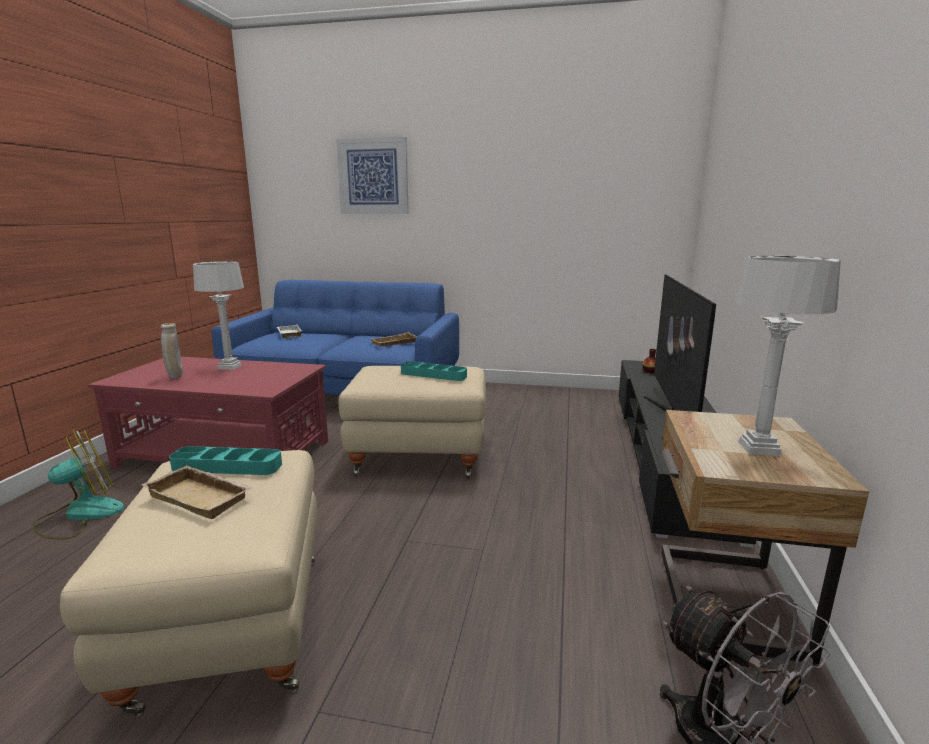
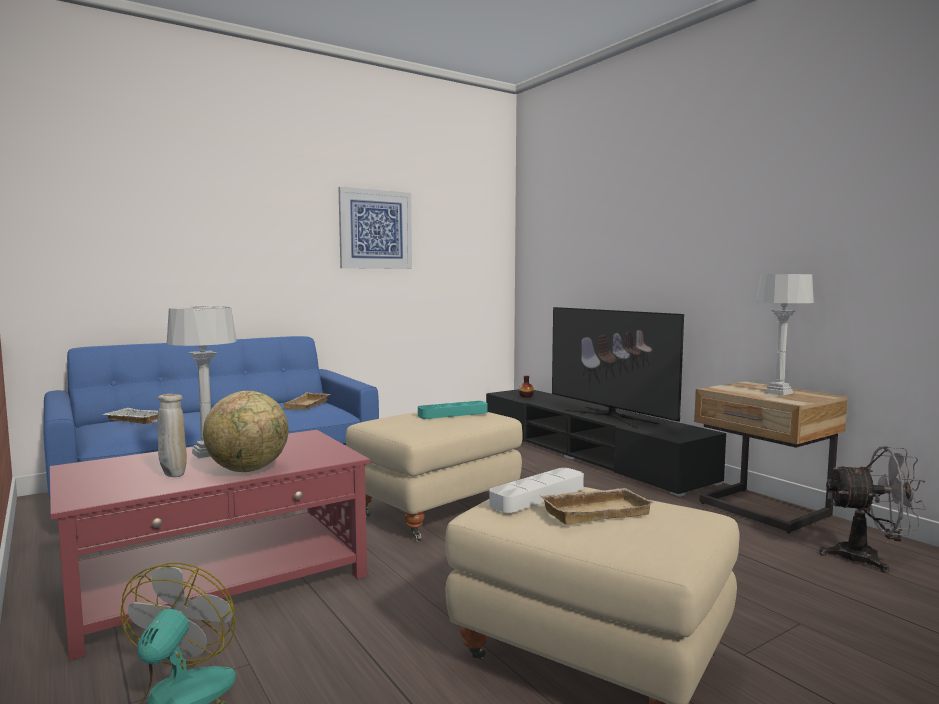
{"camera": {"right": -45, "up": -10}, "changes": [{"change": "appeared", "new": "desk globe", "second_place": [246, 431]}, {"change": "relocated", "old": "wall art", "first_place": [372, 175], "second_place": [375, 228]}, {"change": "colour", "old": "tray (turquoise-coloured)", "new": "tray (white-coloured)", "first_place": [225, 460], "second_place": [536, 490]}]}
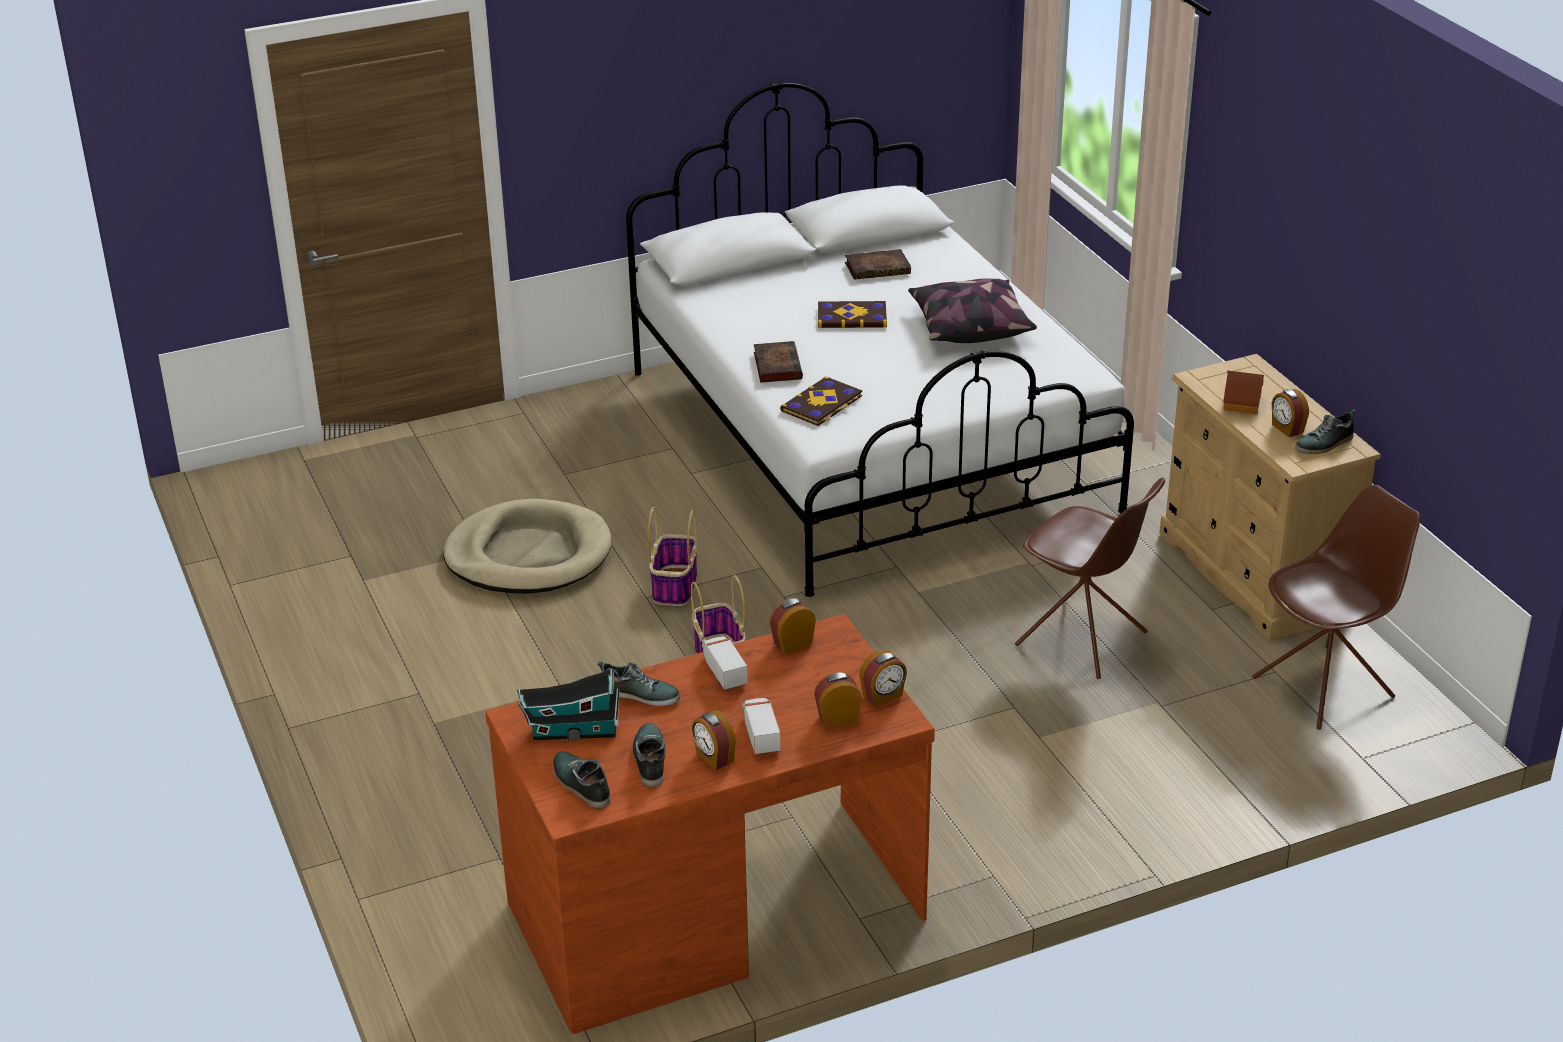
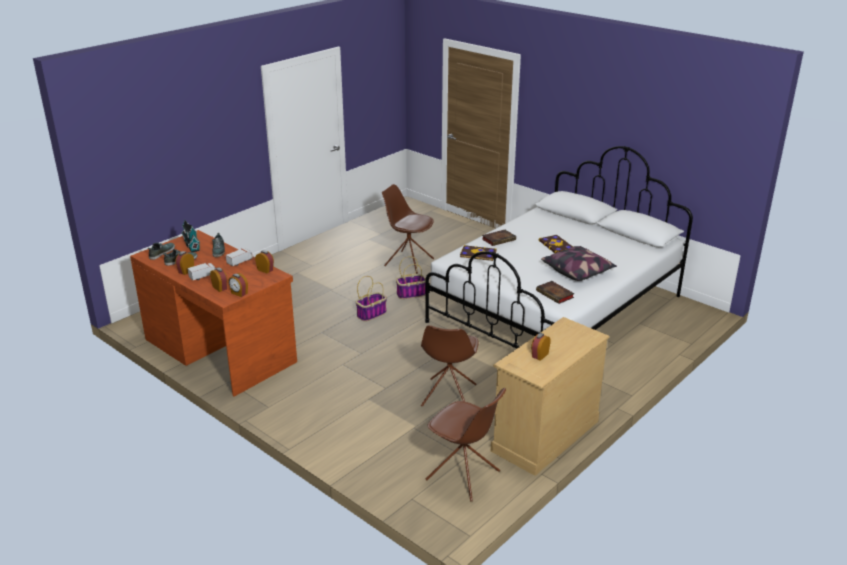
{"camera": {"right": 65, "up": -5}, "changes": [{"change": "missing", "old": "toy house", "first_place": [1243, 392]}, {"change": "missing", "old": "item of footwear", "first_place": [1325, 431]}, {"change": "relocated", "old": "bound book", "first_place": [878, 264], "second_place": [555, 292]}, {"change": "exchanged", "old": "pet bed (beige-coloured)", "new": "chair (brown-coloured)", "first_place": [527, 546], "second_place": [408, 229]}]}
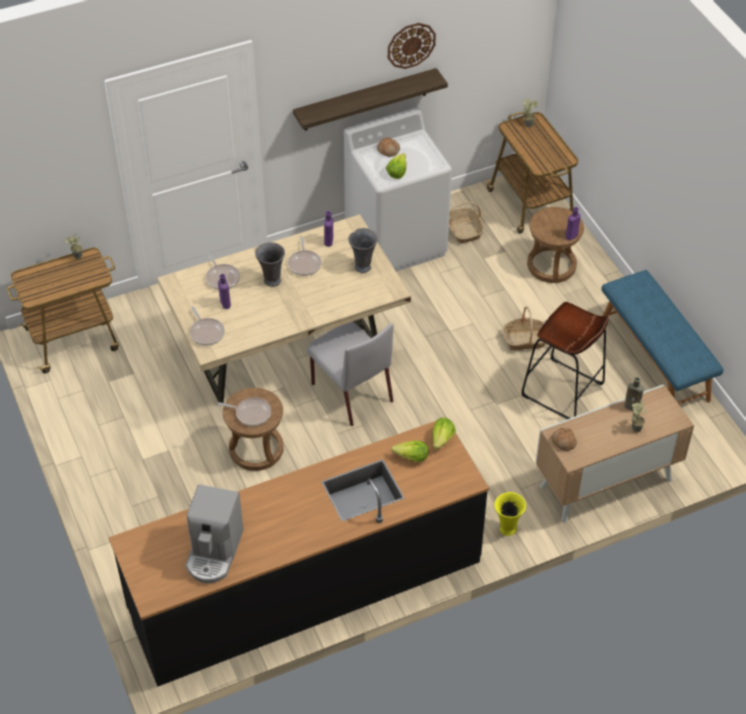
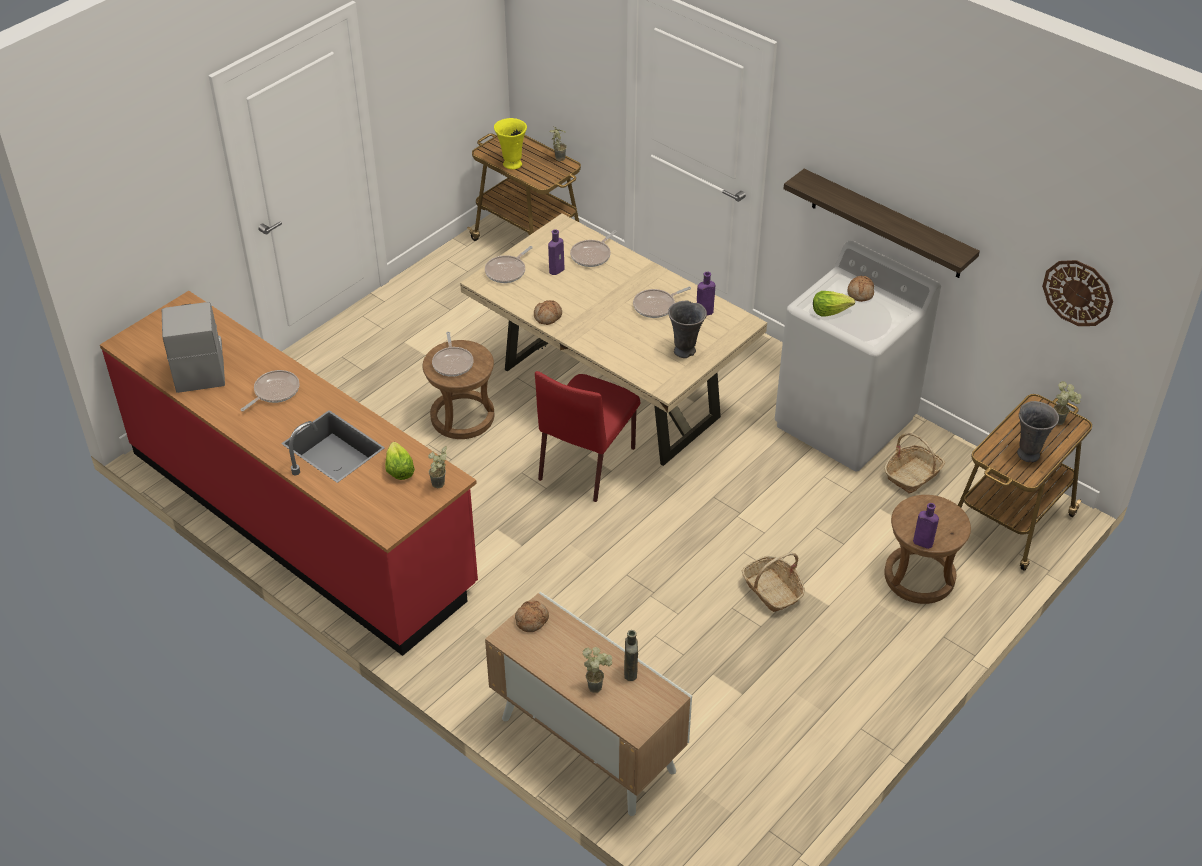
{"camera": {"right": 65, "up": -5}, "changes": [{"change": "missing", "old": "sitting stool (brown-coloured)", "first_place": [565, 360]}, {"change": "missing", "old": "bench (blue)", "first_place": [663, 337]}, {"change": "appeared", "new": "skillet", "second_place": [269, 390]}, {"change": "appeared", "new": "baked bread", "second_place": [548, 312]}, {"change": "relocated", "old": "decorative vase (grey)", "first_place": [270, 264], "second_place": [1038, 431]}, {"change": "relocated", "old": "clock on the wall", "first_place": [412, 46], "second_place": [1077, 293]}, {"change": "relocated", "old": "decorative vase (yellow)", "first_place": [510, 514], "second_place": [510, 144]}, {"change": "exchanged", "old": "lettuce", "new": "houseplant", "first_place": [444, 434], "second_place": [437, 467]}, {"change": "colour", "old": "counter (blackish)", "new": "counter (reddish)", "first_place": [299, 552], "second_place": [289, 473]}, {"change": "colour", "old": "chair (grey)", "new": "chair (reddish)", "first_place": [350, 374], "second_place": [587, 436]}, {"change": "spun", "old": "coffee brewer", "first_place": [214, 533], "second_place": [193, 347], "degrees": 90}]}
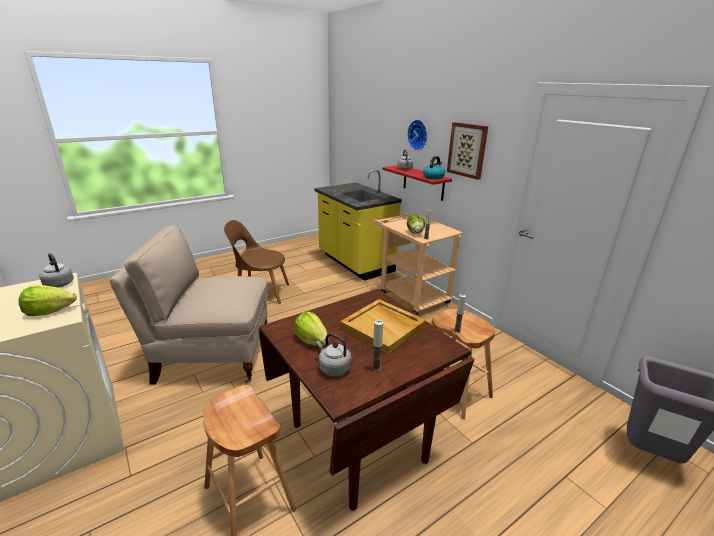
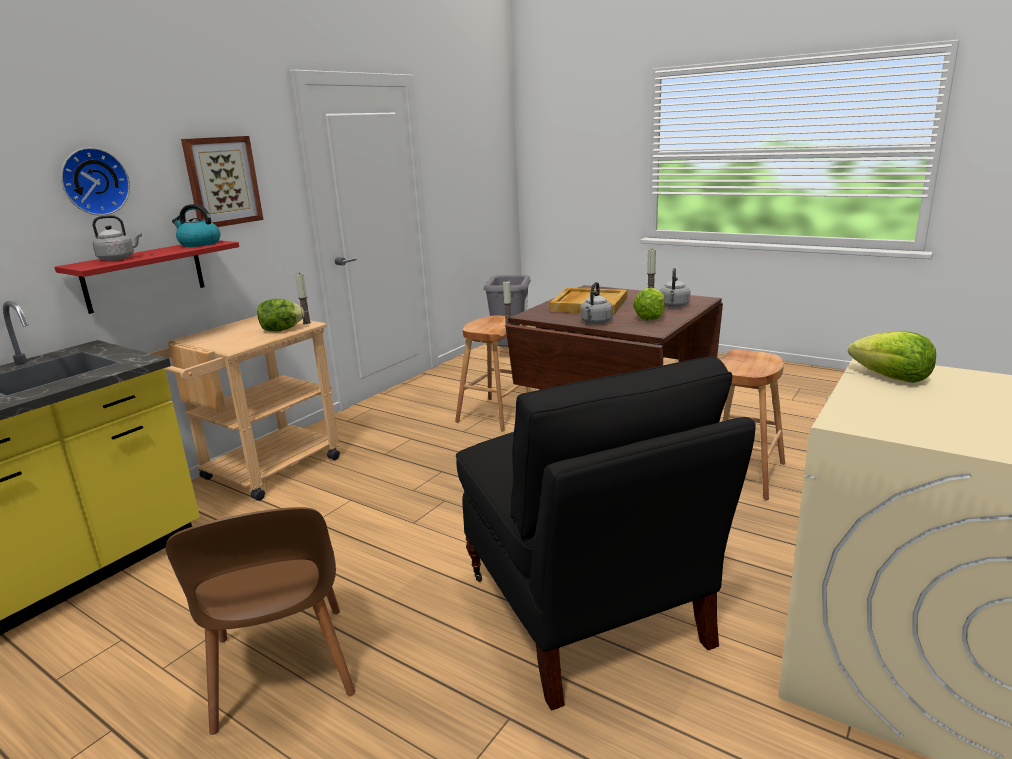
{"camera": {"right": -110, "up": -5}, "changes": [{"change": "relocated", "old": "water kettle (grey)", "first_place": [56, 270], "second_place": [596, 303]}, {"change": "colour", "old": "chair (beige-coloured)", "new": "chair (blackish)", "first_place": [189, 304], "second_place": [606, 533]}]}
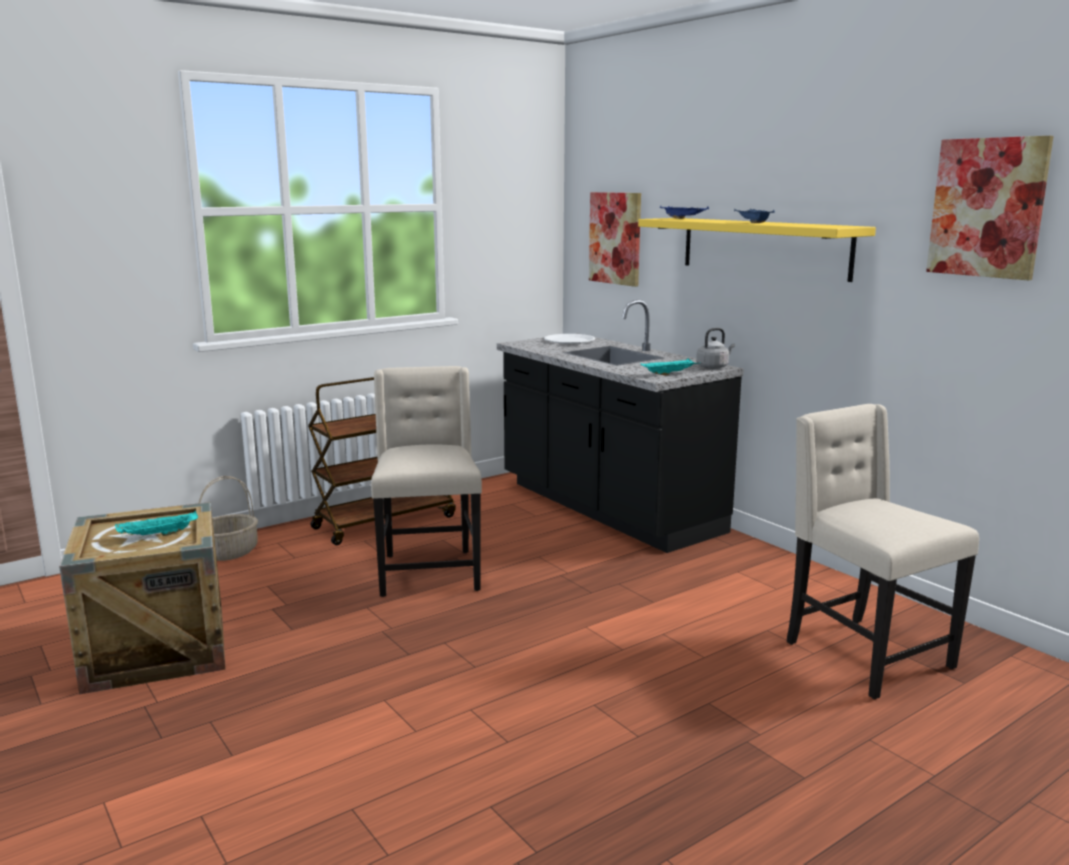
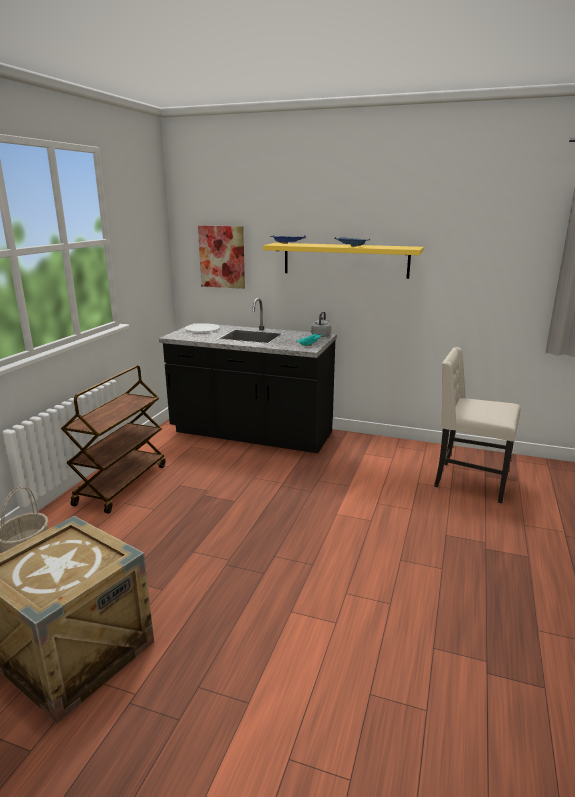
{"camera": {"right": -35, "up": 5}, "changes": [{"change": "missing", "old": "tray (turquoise-coloured)", "first_place": [156, 523]}, {"change": "missing", "old": "chair (beige-coloured)", "first_place": [426, 481]}, {"change": "missing", "old": "wall art", "first_place": [990, 208]}]}
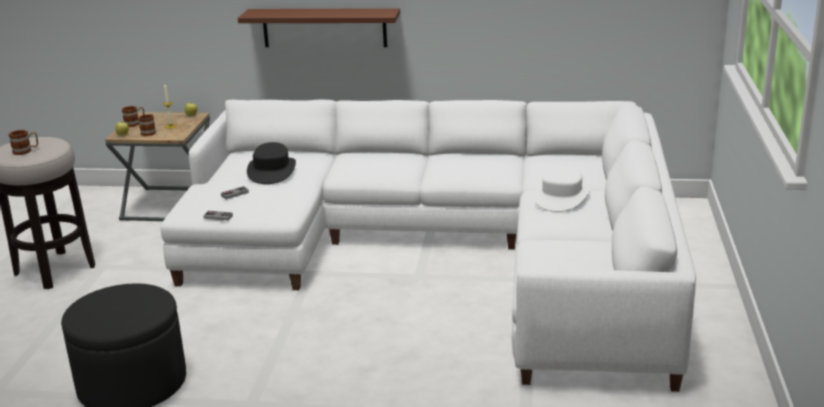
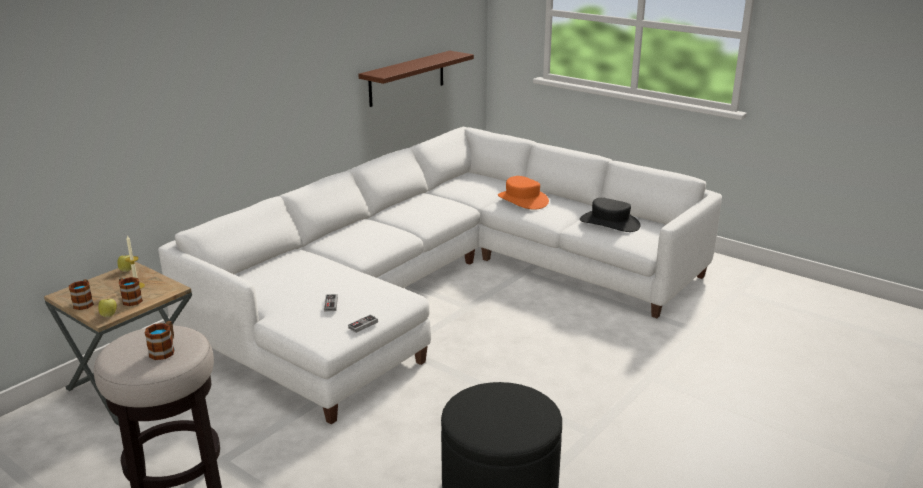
{"camera": {"right": -60, "up": 0}, "changes": [{"change": "relocated", "old": "bracket shelf (brown-coloured)", "first_place": [319, 27], "second_place": [416, 79]}, {"change": "relocated", "old": "hat (blackish)", "first_place": [271, 163], "second_place": [610, 215]}, {"change": "colour", "old": "hat (white-coloured)", "new": "hat (orange)", "first_place": [562, 189], "second_place": [523, 193]}]}
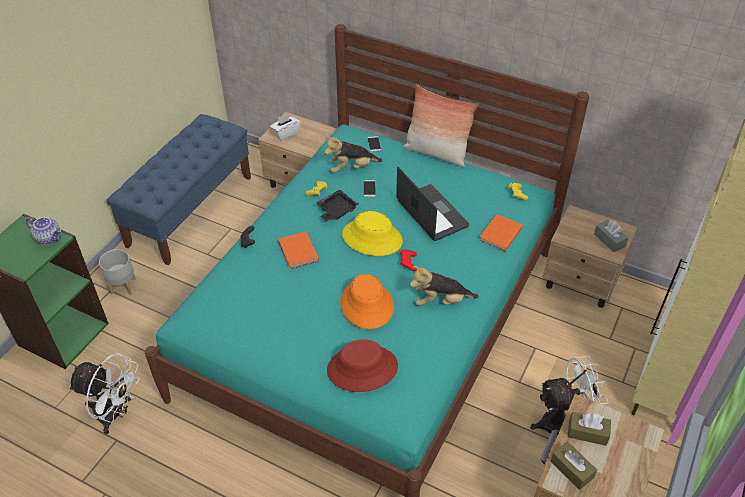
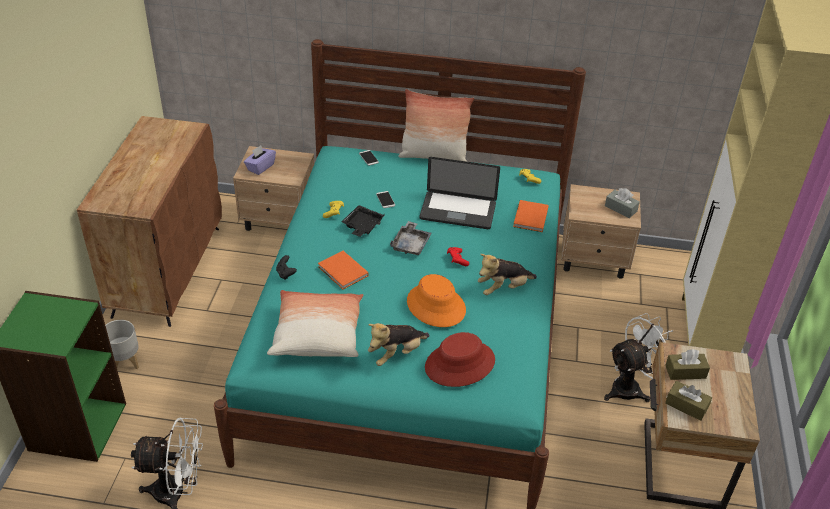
{"camera": {"right": -20, "up": -5}, "changes": [{"change": "missing", "old": "tea pot", "first_place": [43, 230]}, {"change": "appeared", "new": "throw pillow", "second_place": [315, 323]}, {"change": "relocated", "old": "plush toy", "first_place": [353, 154], "second_place": [398, 344]}, {"change": "exchanged", "old": "bench (blue)", "new": "storage cabinet (brown-coloured)", "first_place": [178, 189], "second_place": [149, 221]}, {"change": "exchanged", "old": "hat (yellow)", "new": "tray (grey)", "first_place": [372, 233], "second_place": [411, 238]}, {"change": "colour", "old": "box of tissues (white-coloured)", "new": "box of tissues (purple)", "first_place": [285, 127], "second_place": [260, 160]}, {"change": "spun", "old": "portable computer", "first_place": [432, 204], "second_place": [460, 193], "degrees": 150}]}
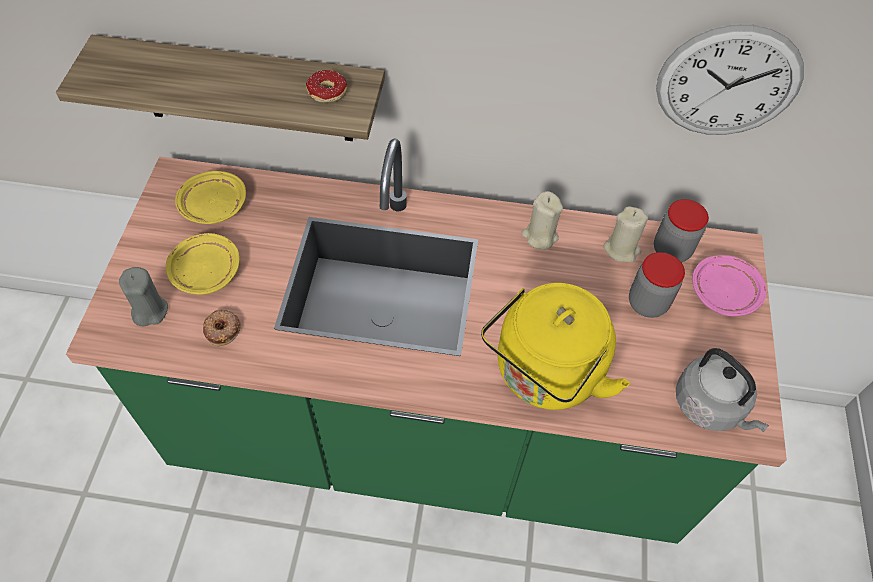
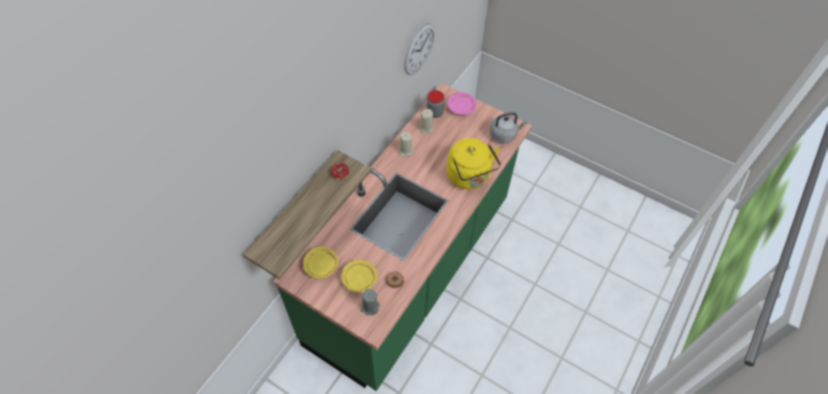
{"camera": {"right": -65, "up": 0}, "changes": [{"change": "missing", "old": "preserve jar", "first_place": [657, 285]}]}
